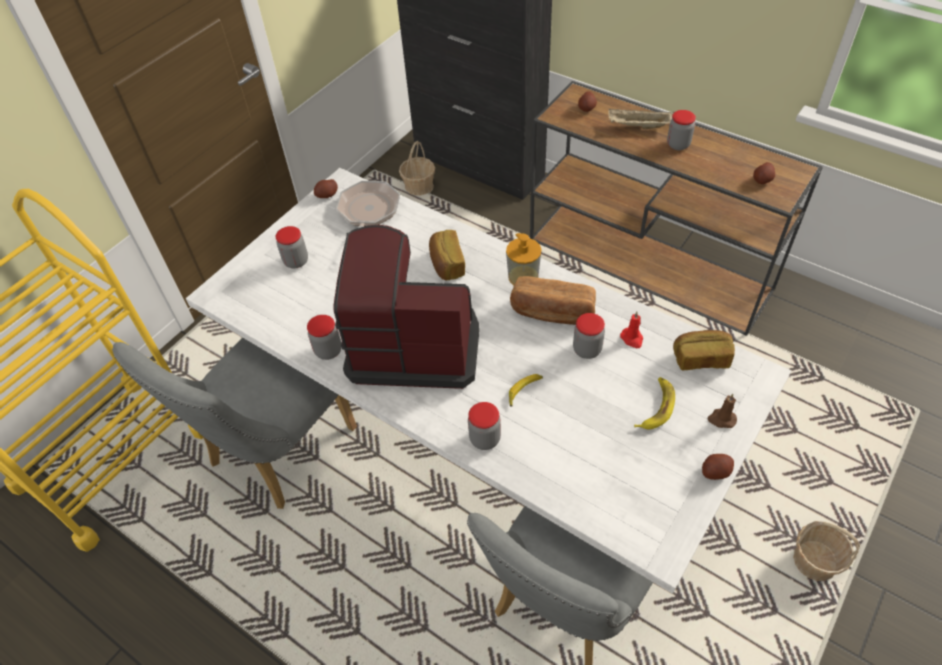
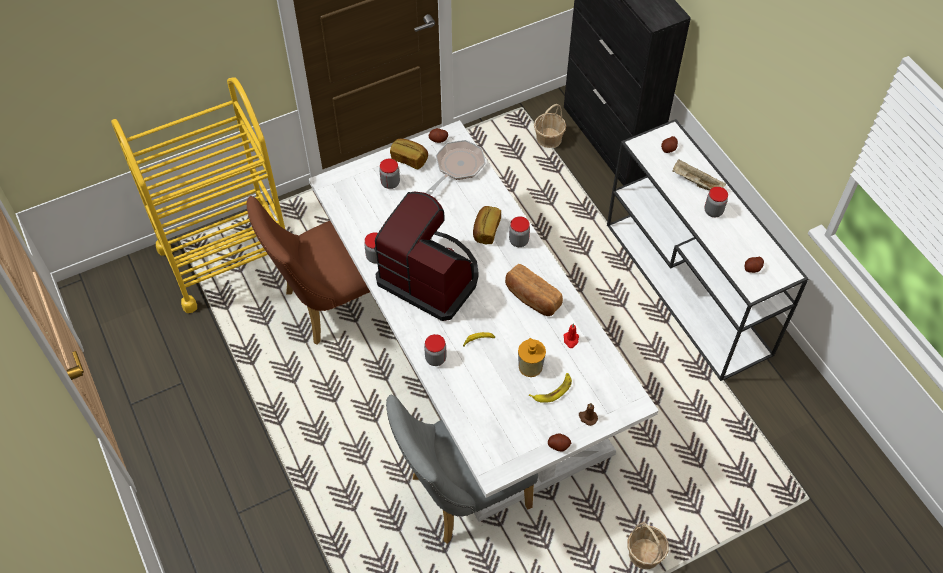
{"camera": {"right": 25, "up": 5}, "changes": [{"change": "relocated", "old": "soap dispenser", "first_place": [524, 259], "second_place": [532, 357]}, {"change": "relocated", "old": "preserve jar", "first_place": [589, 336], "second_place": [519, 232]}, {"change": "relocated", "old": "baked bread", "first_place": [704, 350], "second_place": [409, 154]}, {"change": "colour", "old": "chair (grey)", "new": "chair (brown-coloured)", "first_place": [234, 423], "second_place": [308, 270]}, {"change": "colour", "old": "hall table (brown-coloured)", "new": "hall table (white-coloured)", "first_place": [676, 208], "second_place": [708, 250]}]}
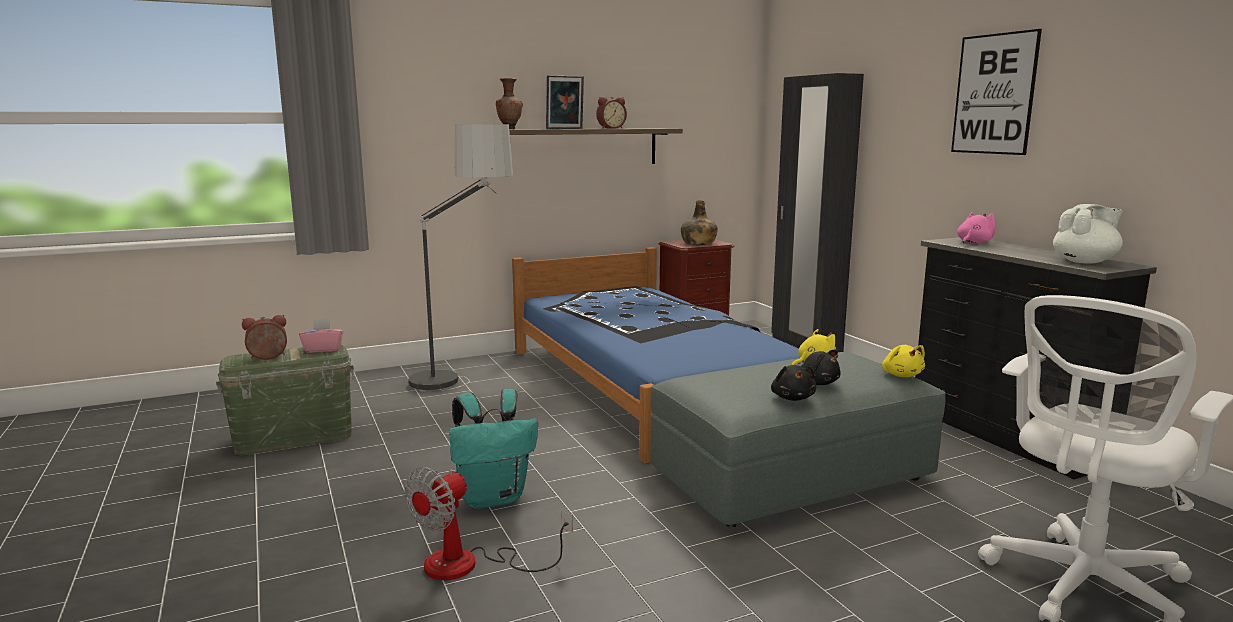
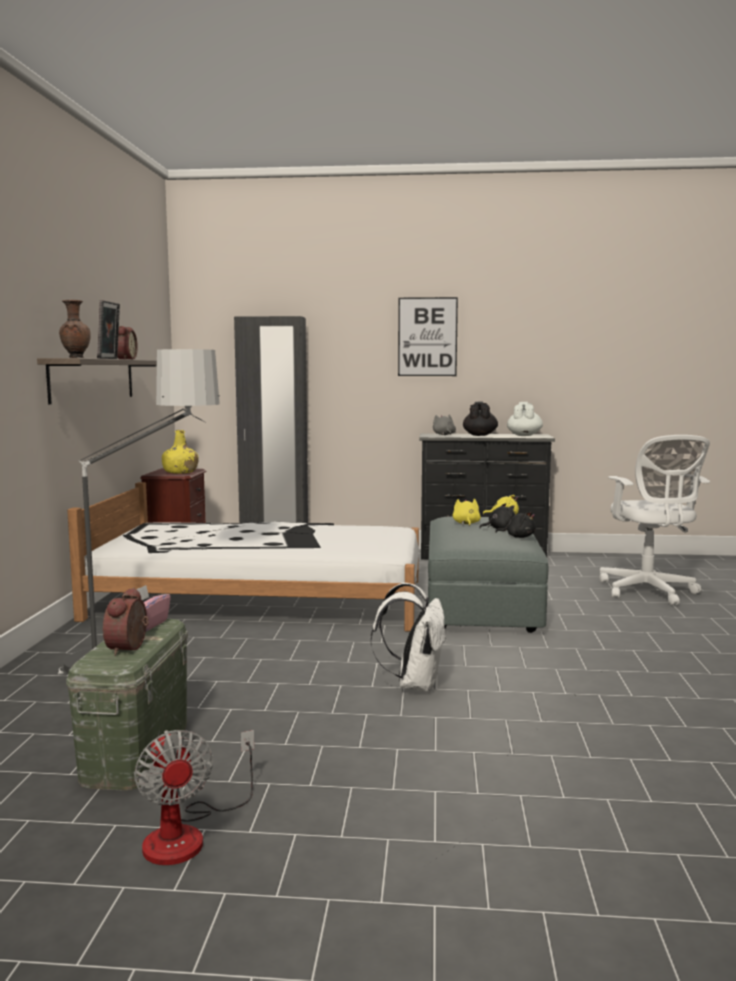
{"camera": {"right": -60, "up": -5}, "changes": [{"change": "appeared", "new": "tea pot (blackish)", "second_place": [480, 419]}, {"change": "relocated", "old": "electric fan", "first_place": [488, 523], "second_place": [194, 797]}, {"change": "colour", "old": "knapsack (turquoise-coloured)", "new": "knapsack (white-coloured)", "first_place": [493, 448], "second_place": [409, 637]}, {"change": "colour", "old": "bedroom bed (blue)", "new": "bedroom bed (white-coloured)", "first_place": [656, 355], "second_place": [243, 557]}, {"change": "colour", "old": "drink bottle (green)", "new": "drink bottle (yellow)", "first_place": [699, 222], "second_place": [180, 452]}, {"change": "colour", "old": "plush toy (pink-coloured)", "new": "plush toy (grey)", "first_place": [976, 227], "second_place": [444, 425]}]}
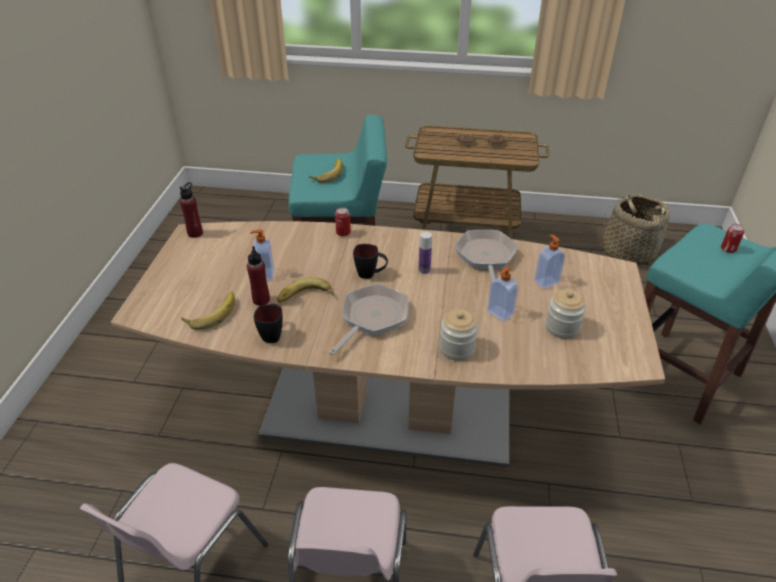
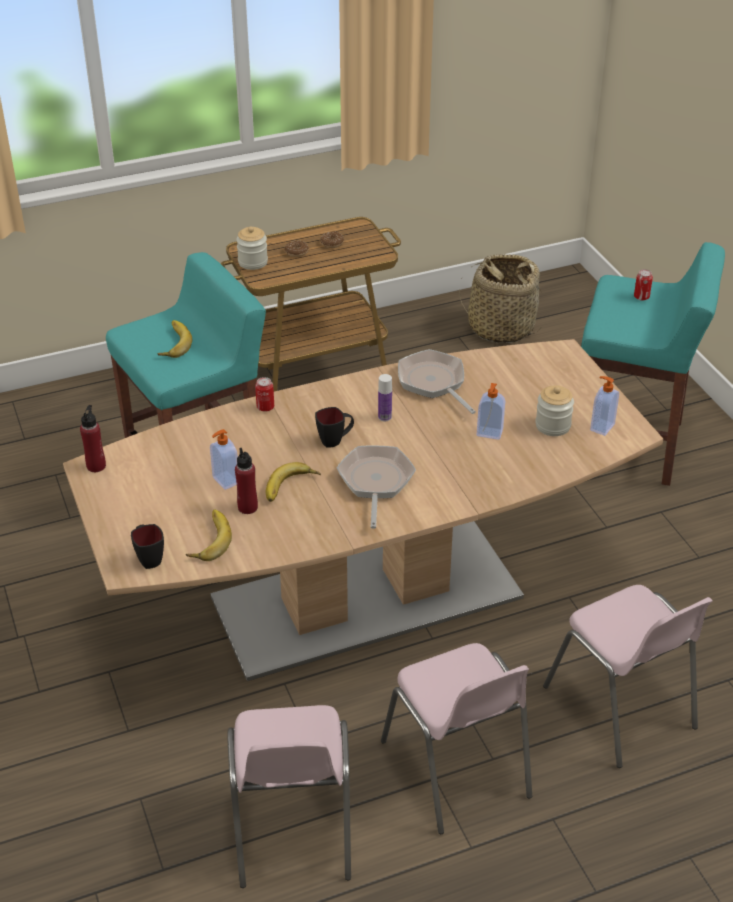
{"camera": {"right": -30, "up": 0}, "changes": [{"change": "relocated", "old": "coffee mug (blackish)", "first_place": [268, 323], "second_place": [147, 546]}, {"change": "relocated", "old": "preserve jar", "first_place": [459, 335], "second_place": [252, 248]}, {"change": "relocated", "old": "soap dispenser", "first_place": [549, 261], "second_place": [604, 406]}]}
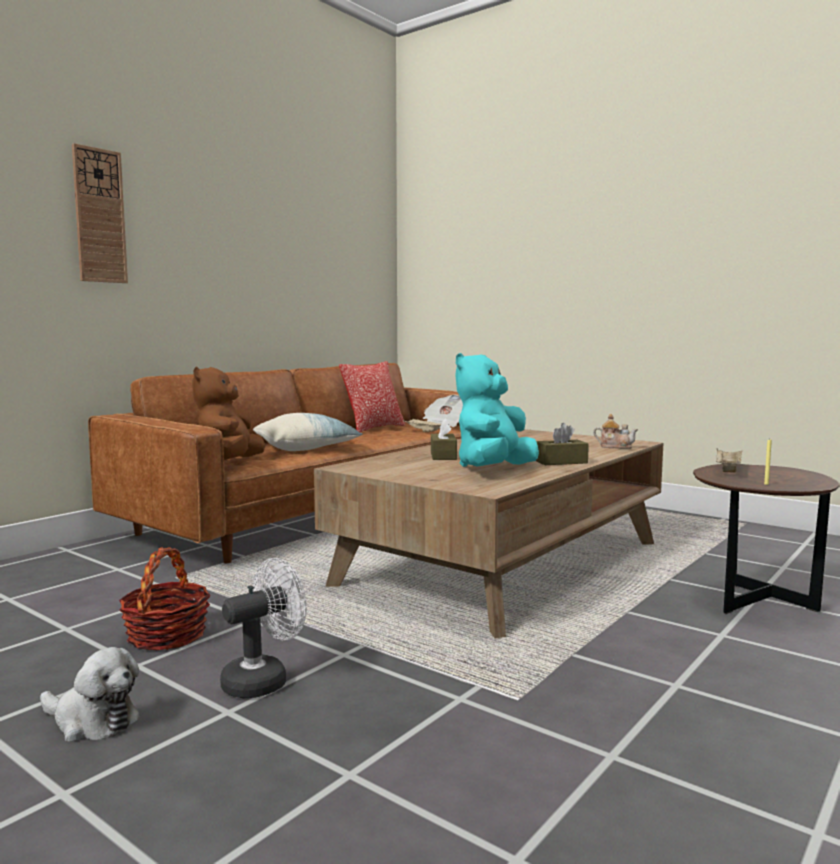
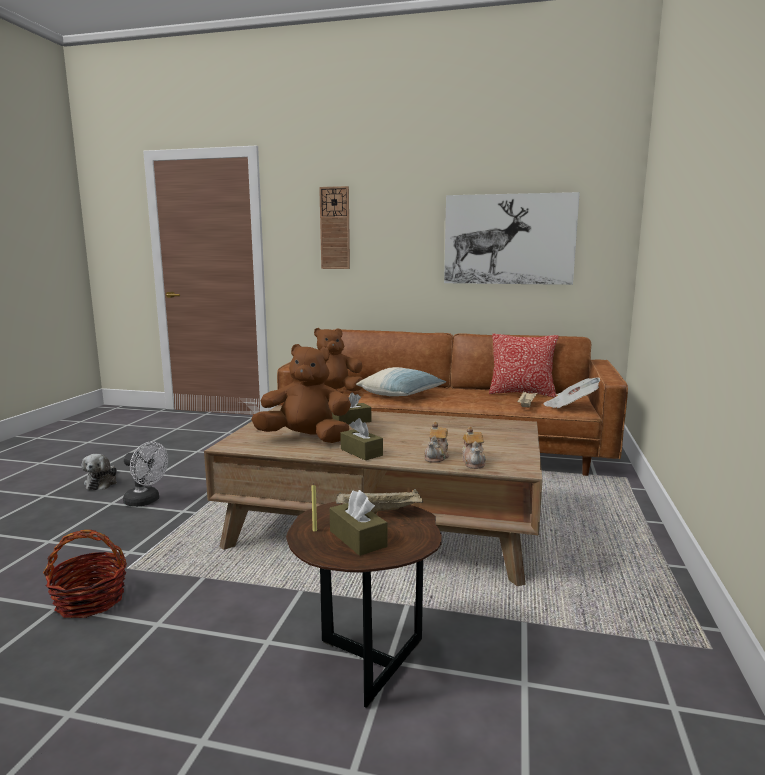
{"camera": {"right": 65, "up": 5}, "changes": [{"change": "appeared", "new": "box of tissues (brown-coloured)", "second_place": [358, 523]}, {"change": "appeared", "new": "tea pot", "second_place": [436, 442]}, {"change": "appeared", "new": "wall art", "second_place": [512, 238]}, {"change": "relocated", "old": "storage basket", "first_place": [165, 598], "second_place": [85, 574]}, {"change": "colour", "old": "plush toy (turquoise-coloured)", "new": "plush toy (brown-coloured)", "first_place": [497, 410], "second_place": [301, 393]}]}
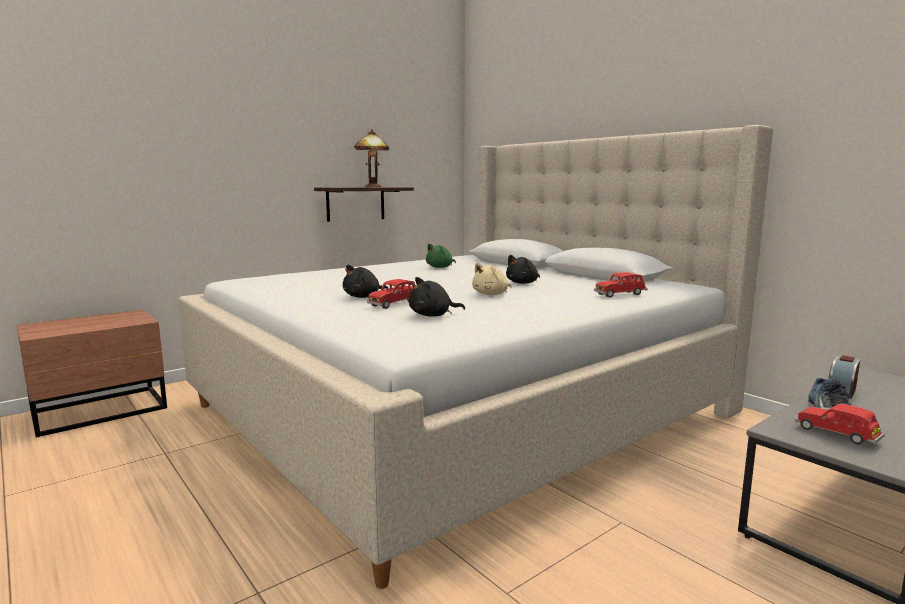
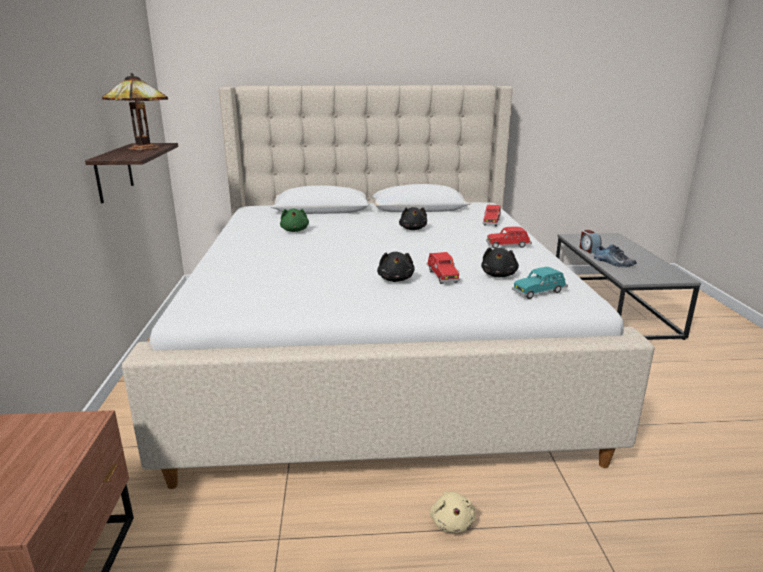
{"camera": {"right": -55, "up": 10}, "changes": [{"change": "appeared", "new": "model car (turquoise-coloured)", "second_place": [540, 283]}, {"change": "relocated", "old": "plush toy (beige-coloured)", "first_place": [492, 279], "second_place": [452, 512]}, {"change": "relocated", "old": "model car (reddish)", "first_place": [840, 424], "second_place": [509, 238]}]}
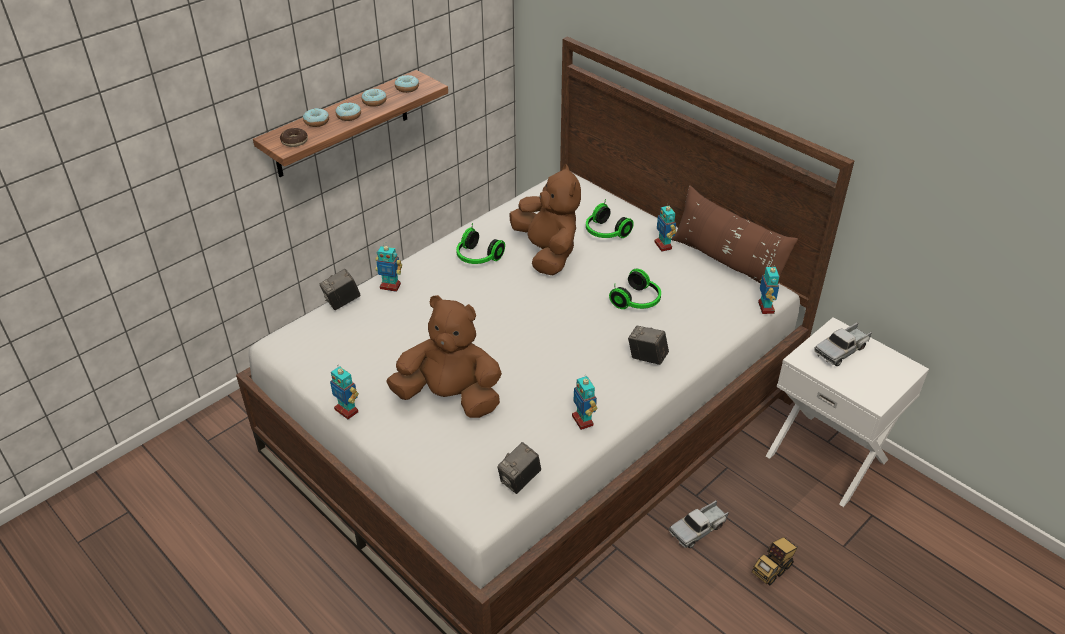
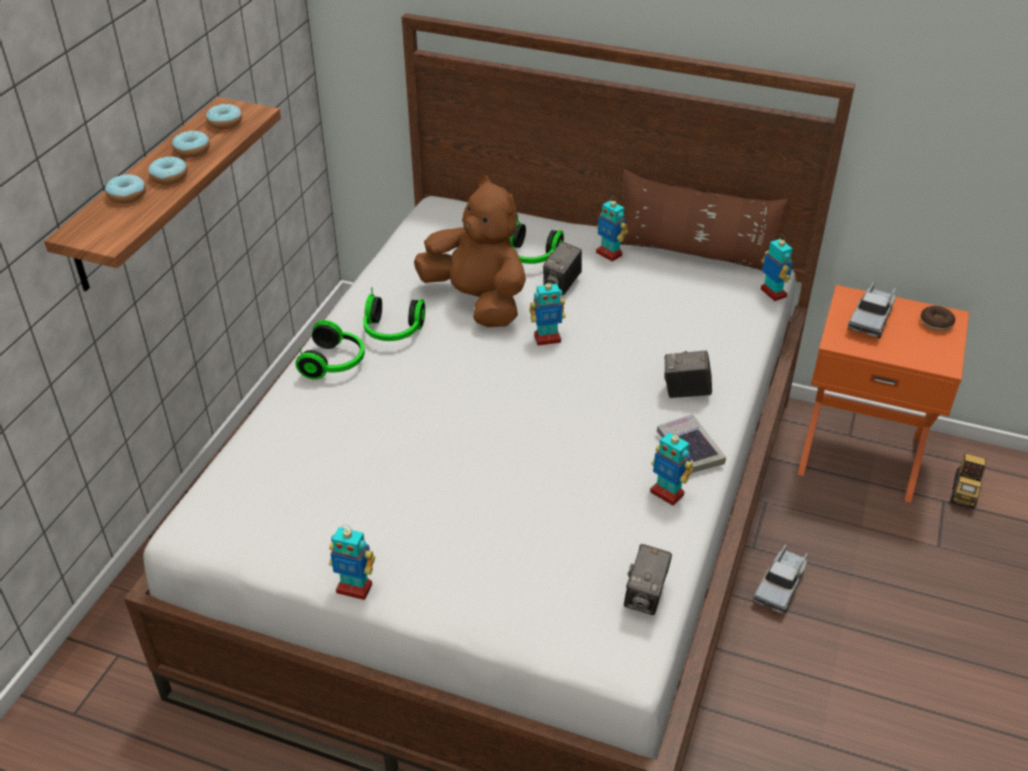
{"camera": {"right": -25, "up": 0}, "changes": [{"change": "missing", "old": "plush toy (brown-coloured)", "first_place": [444, 356]}, {"change": "appeared", "new": "bound book", "second_place": [691, 443]}, {"change": "relocated", "old": "ring doughnut", "first_place": [294, 137], "second_place": [937, 318]}, {"change": "relocated", "old": "photo camera", "first_place": [340, 289], "second_place": [562, 268]}, {"change": "relocated", "old": "toy robot", "first_place": [389, 267], "second_place": [548, 312]}, {"change": "relocated", "old": "headphones", "first_place": [635, 289], "second_place": [330, 350]}, {"change": "relocated", "old": "model truck", "first_place": [775, 561], "second_place": [968, 480]}, {"change": "colour", "old": "night table (white-coloured)", "new": "night table (orange)", "first_place": [847, 412], "second_place": [883, 394]}]}
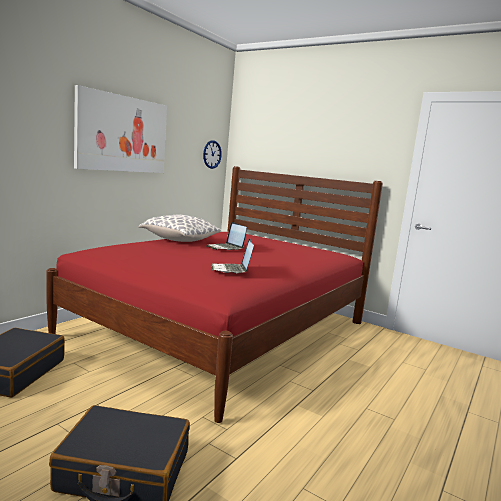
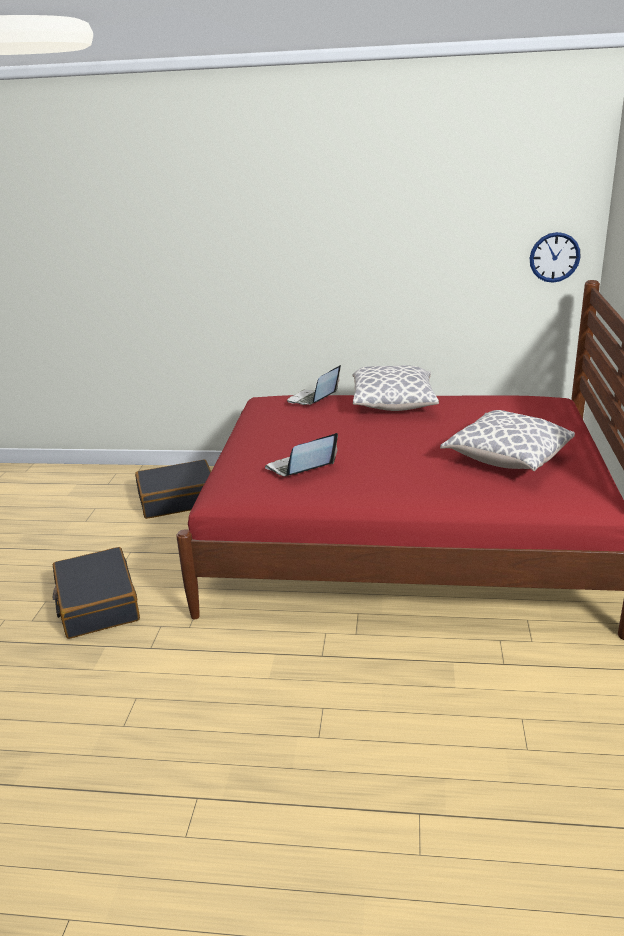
{"camera": {"right": 65, "up": 15}, "changes": [{"change": "missing", "old": "wall art", "first_place": [120, 129]}, {"change": "appeared", "new": "throw pillow", "second_place": [507, 440]}, {"change": "relocated", "old": "portable computer", "first_place": [227, 236], "second_place": [314, 385]}]}
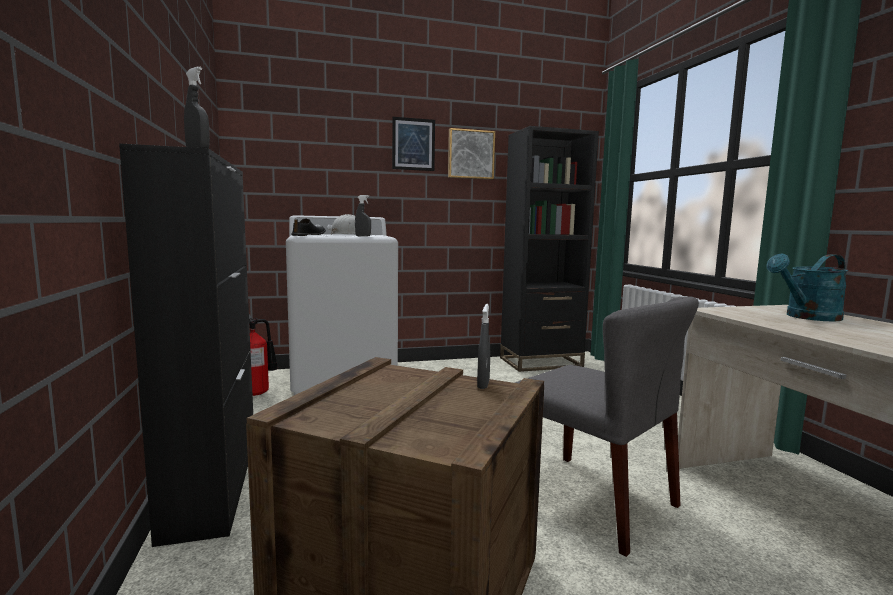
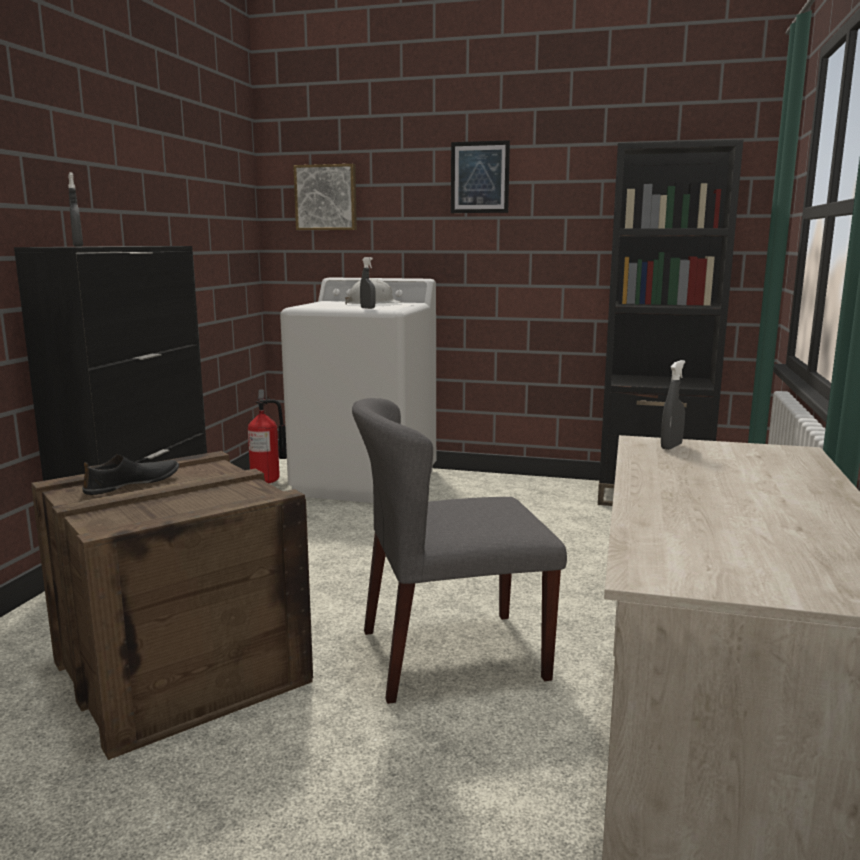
{"camera": {"right": 30, "up": 5}, "changes": [{"change": "missing", "old": "watering can (turquoise-coloured)", "first_place": [807, 288]}, {"change": "relocated", "old": "item of footwear (blackish)", "first_place": [308, 227], "second_place": [130, 474]}, {"change": "relocated", "old": "wall art", "first_place": [471, 154], "second_place": [325, 197]}, {"change": "relocated", "old": "hand sprayer (grey)", "first_place": [483, 346], "second_place": [673, 405]}, {"change": "spun", "old": "chair (grey)", "first_place": [607, 427], "second_place": [459, 551], "degrees": 90}]}
